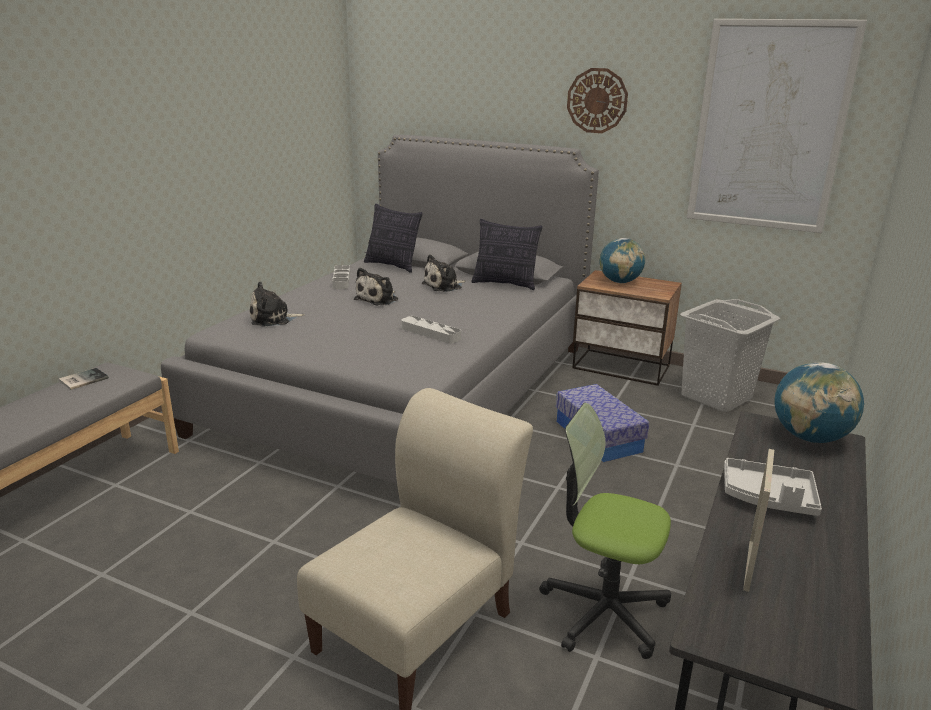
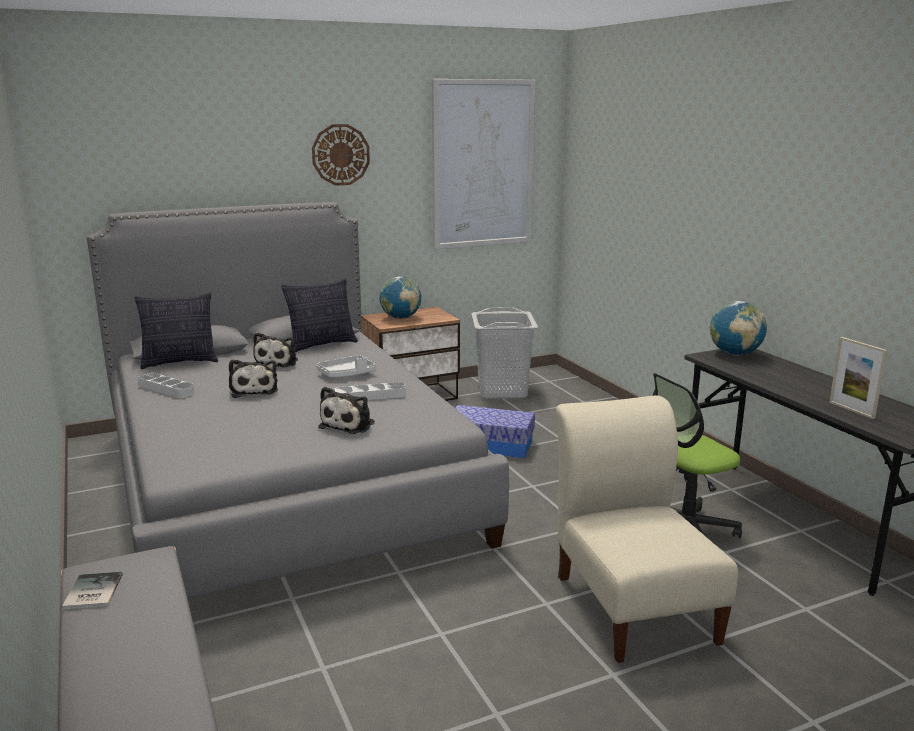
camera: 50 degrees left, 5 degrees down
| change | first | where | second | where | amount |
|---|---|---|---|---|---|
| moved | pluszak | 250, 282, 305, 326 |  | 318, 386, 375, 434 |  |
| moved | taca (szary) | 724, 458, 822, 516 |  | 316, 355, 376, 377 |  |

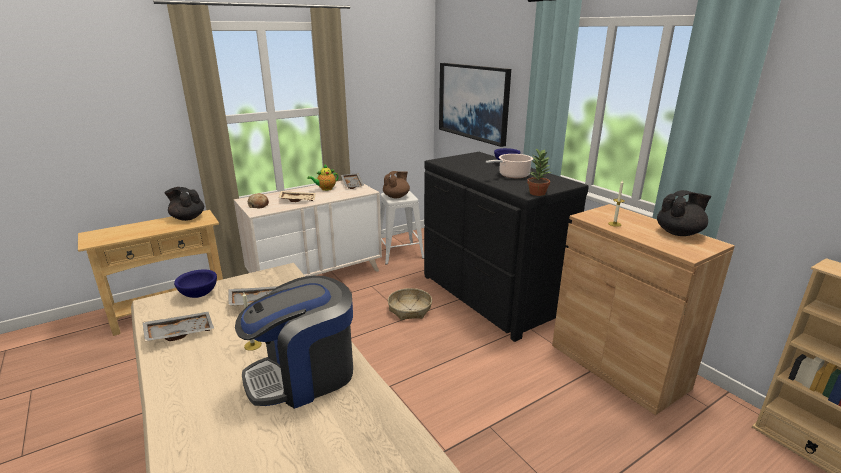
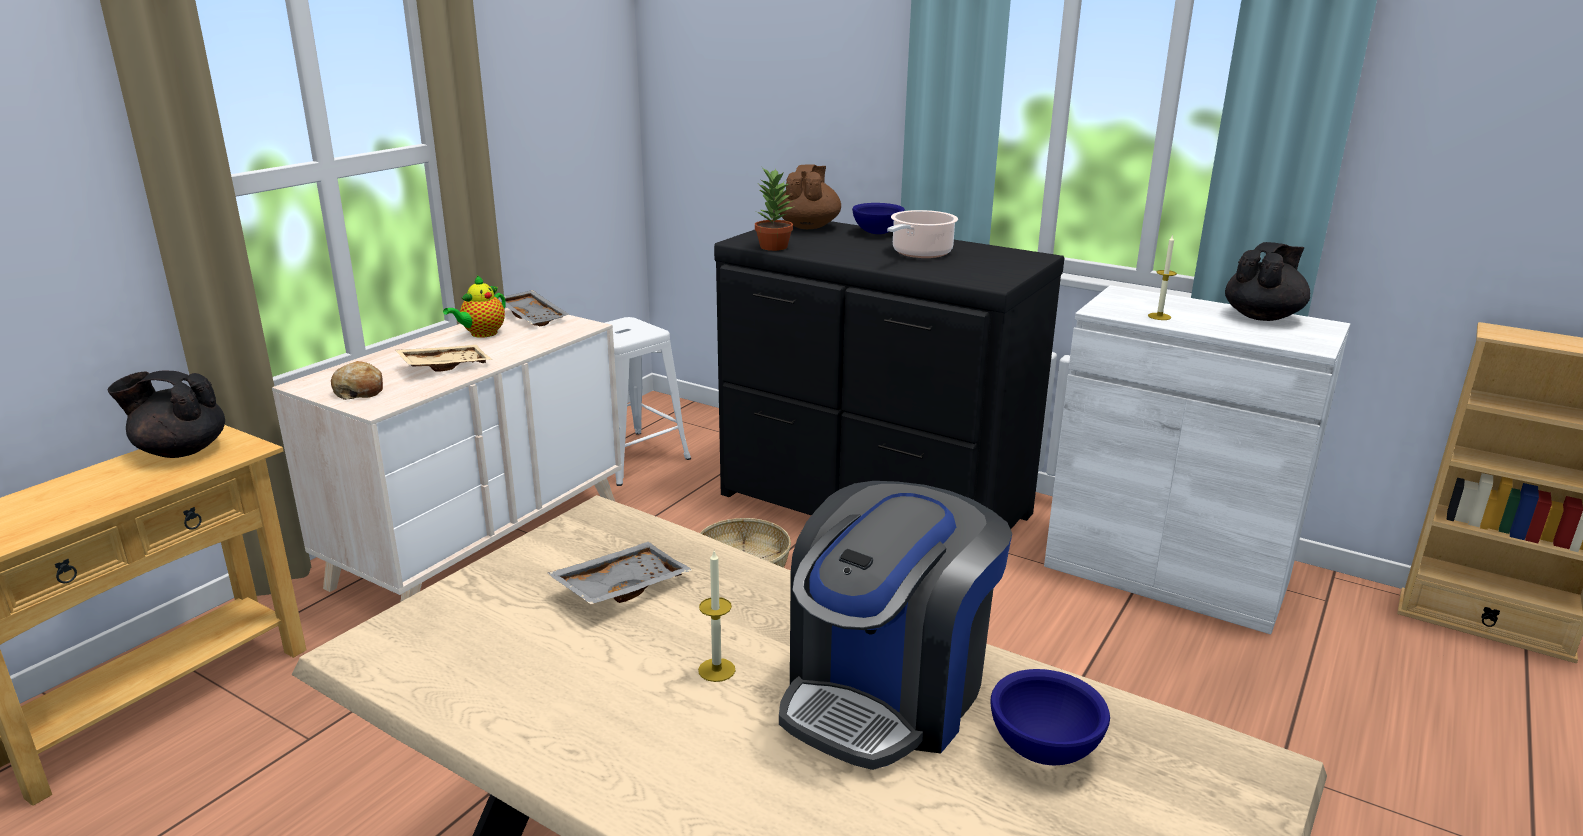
camera: 25 degrees left, 0 degrees up
| change | first | where | second | where | amount |
|---|---|---|---|---|---|
| removed | obraz | 439, 63, 511, 147 |  |  |  |
| moved | roślina doniczkowa | 527, 149, 551, 196 |  | 755, 166, 795, 251 |  |
| moved | imbryk (brązowy) | 383, 171, 410, 198 |  | 778, 164, 841, 229 |  |
| recoloured | szafka (brązowy) | 552, 204, 735, 415 | szafka (biały) | 1044, 285, 1350, 635 |  |
| moved | miska (niebieski) | 174, 269, 217, 298 |  | 991, 669, 1110, 765 |  |
| removed | taca (szary) | 143, 312, 214, 341 |  |  |  |

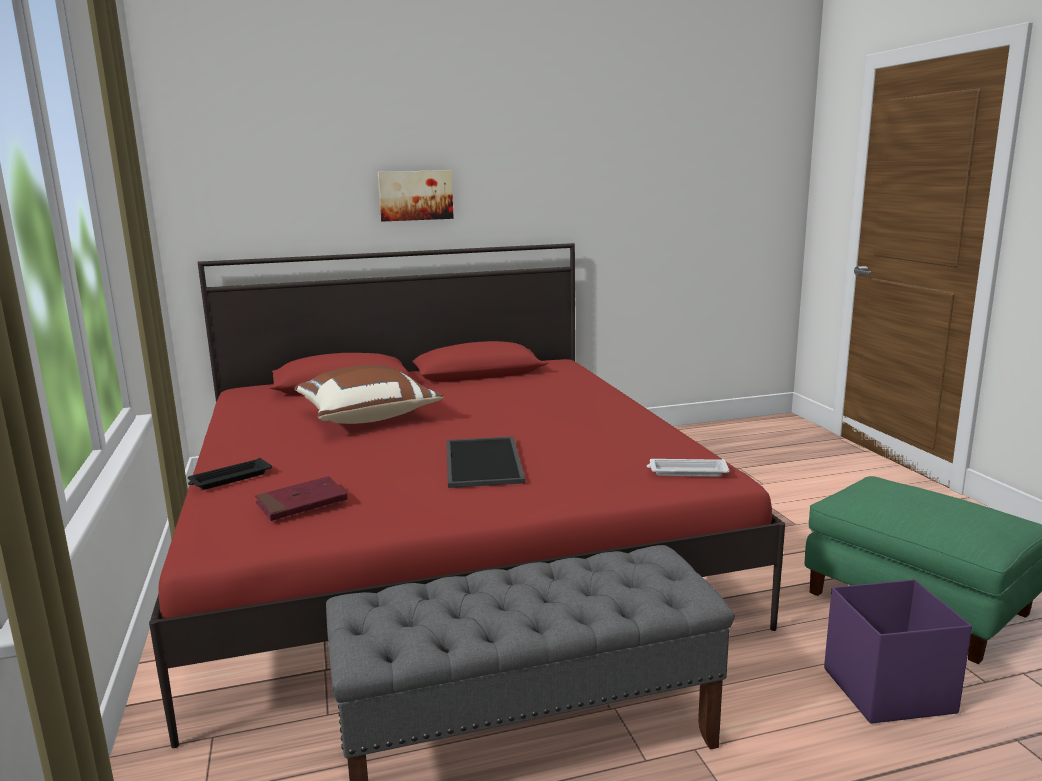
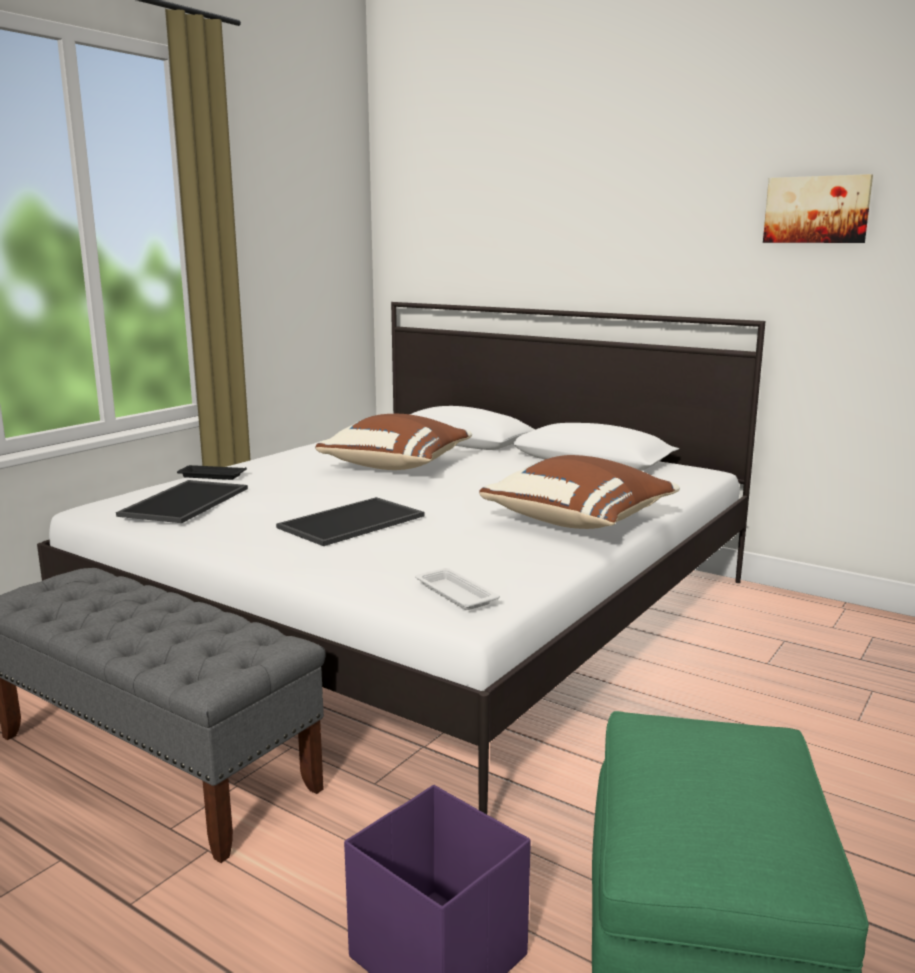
camera: 50 degrees right, 0 degrees up
| change | first | where | second | where | amount |
|---|---|---|---|---|---|
| moved | obraz | 378, 170, 454, 222 |  | 763, 174, 873, 243 |  |
| recoloured | łóżko (czerwony) | 149, 243, 785, 748 | łóżko (biały) | 37, 302, 765, 814 |  |
| replaced | książka (czerwony) | 255, 476, 348, 521 | taca | 116, 480, 248, 523 |  |
| added |  |  | poduszka (brązowy) | 479, 455, 680, 529 |  |

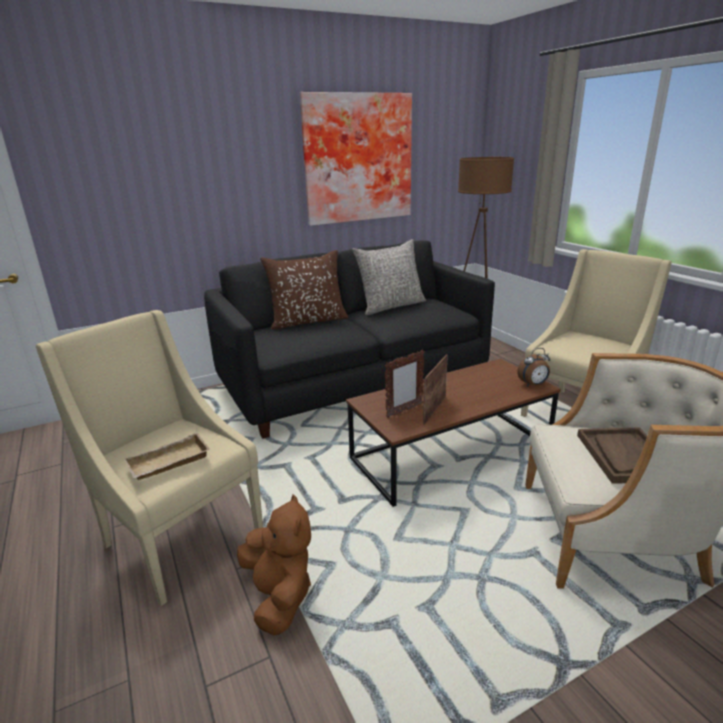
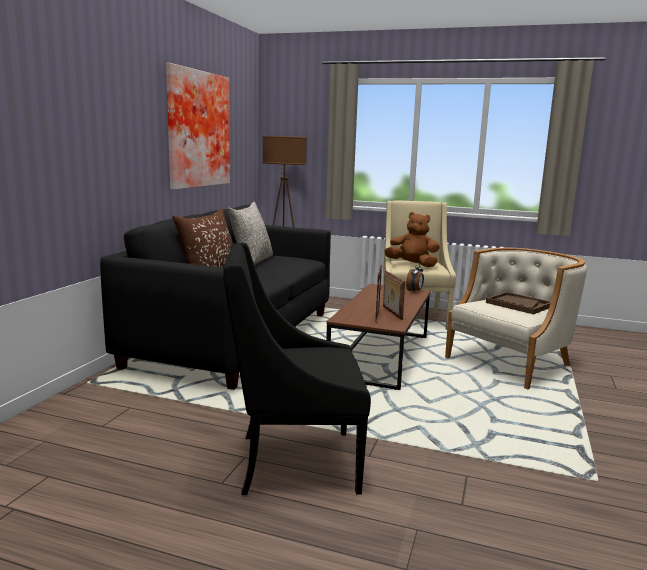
camera: 45 degrees left, 10 degrees down
| change | first | where | second | where | amount |
|---|---|---|---|---|---|
| recoloured | fotel (beżowy) | 35, 310, 263, 606 | fotel (czarny) | 223, 243, 371, 495 |  |
| removed | taca (beżowy) | 124, 432, 210, 480 |  |  |  |
| moved | pluszak (brązowy) | 237, 494, 311, 635 |  | 384, 212, 440, 267 |  |

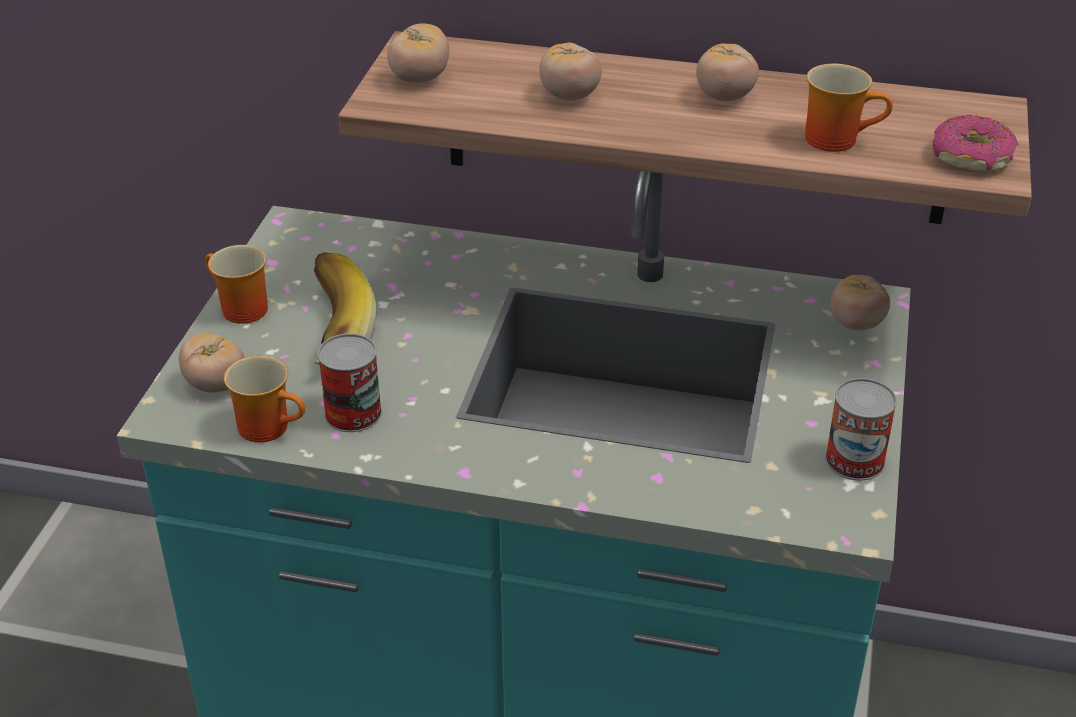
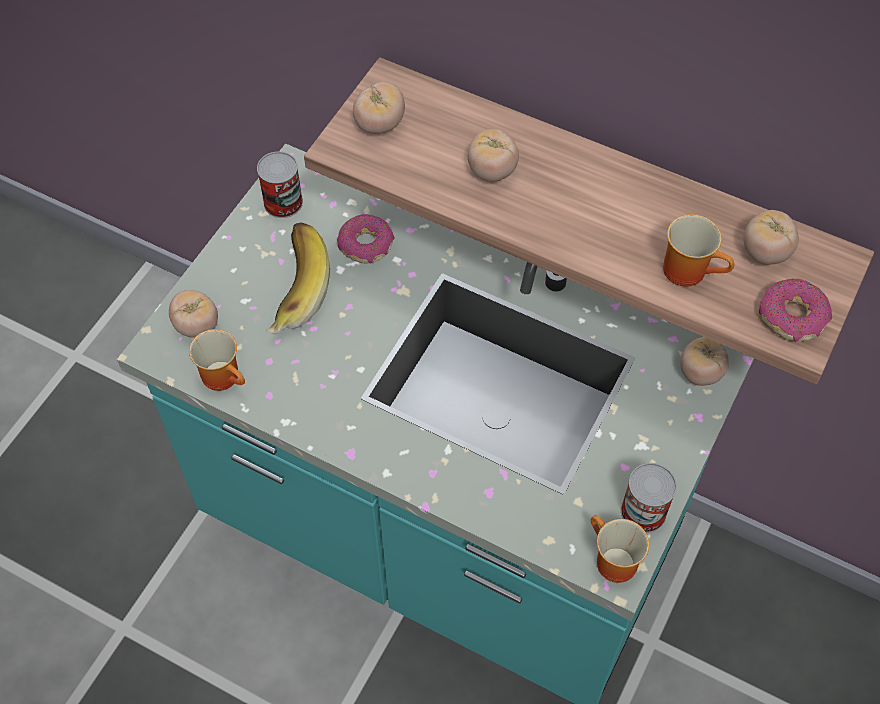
camera: 15 degrees right, 20 degrees up
| change | first | where | second | where | amount |
|---|---|---|---|---|---|
| moved | pomidor | 696, 43, 759, 101 |  | 743, 210, 799, 265 |  |
| moved | kubek | 205, 245, 268, 324 |  | 591, 515, 649, 583 |  |
| moved | puszka | 318, 333, 382, 432 |  | 257, 151, 303, 218 |  |
| added |  |  | donut | 337, 214, 395, 264 |  |

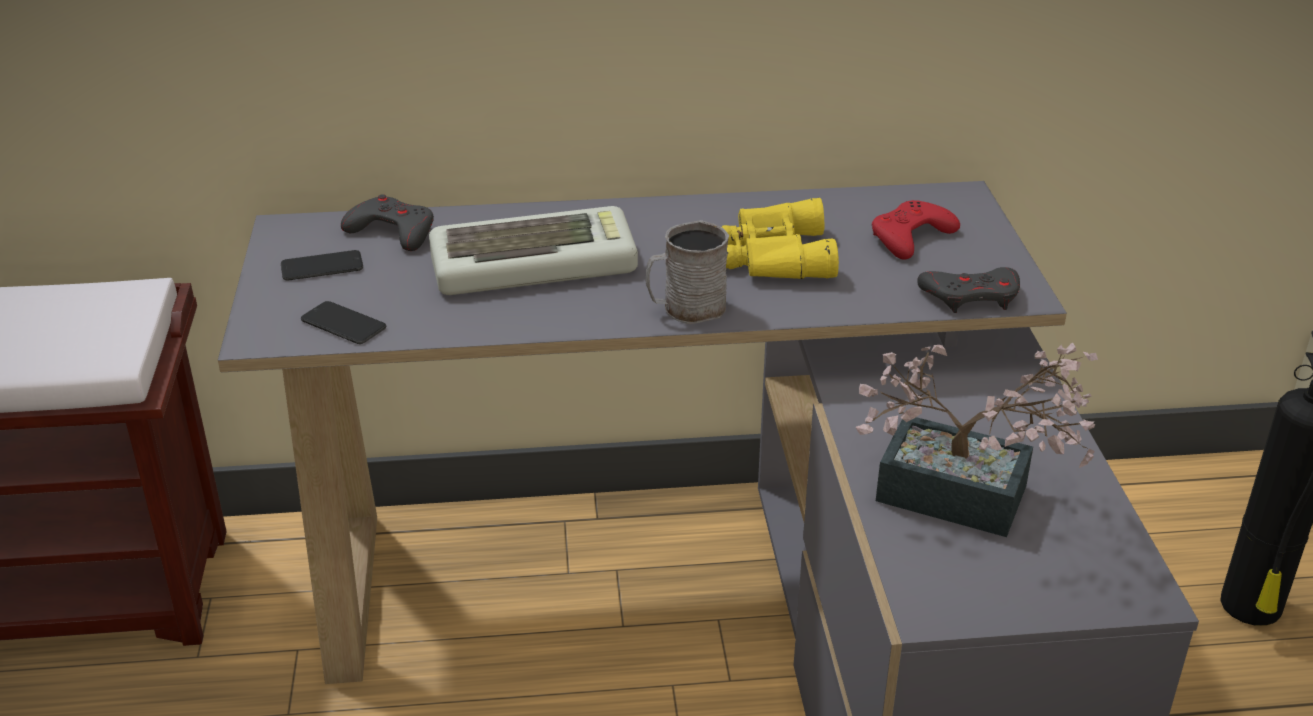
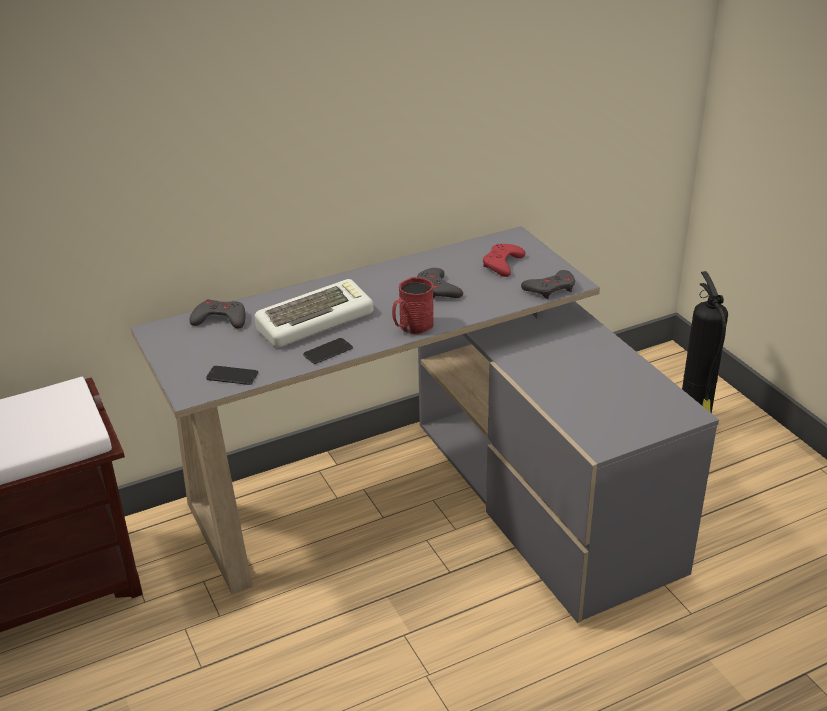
camera: 20 degrees left, 0 degrees up
| change | first | where | second | where | amount |
|---|---|---|---|---|---|
| replaced | lornetka (żółty) | 722, 198, 839, 279 | pad do gier (szary) | 417, 268, 463, 298 |  |
| recoloured | kubek (szary) | 646, 220, 729, 324 | kubek (czerwony) | 392, 277, 434, 334 |  |
| moved | telefon | 281, 250, 363, 281 |  | 303, 338, 353, 364 |  |
| removed | roślina doniczkowa | 856, 343, 1098, 537 |  |  |  |

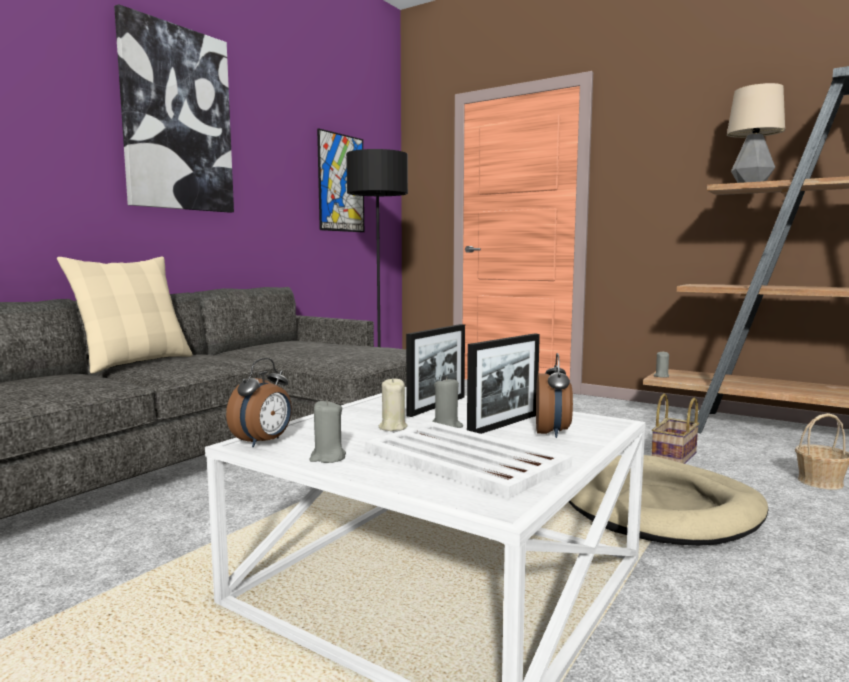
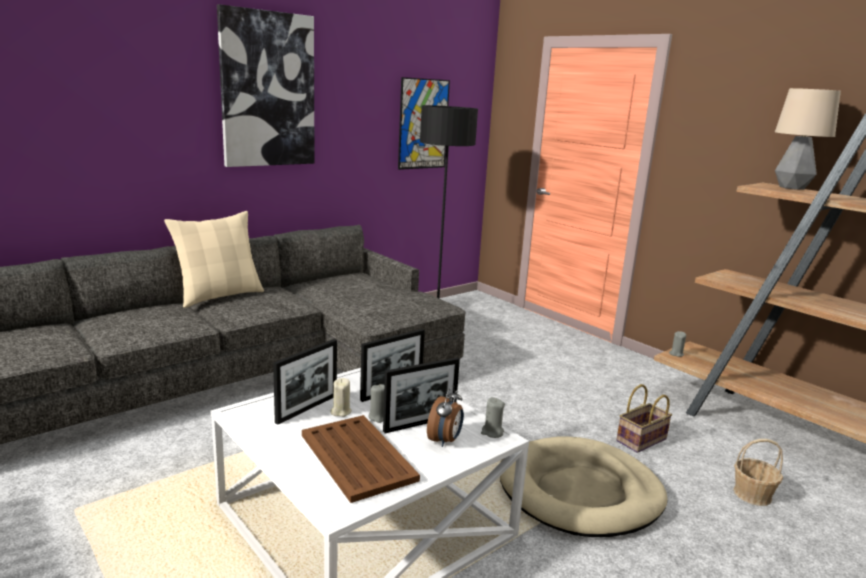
camera: 15 degrees right, 10 degrees up
| change | first | where | second | where | amount |
|---|---|---|---|---|---|
| removed | budzik | 226, 358, 292, 447 |  |  |  |
| moved | świeca (szary) | 309, 399, 346, 463 |  | 481, 397, 505, 438 |  |
| recoloured | taca (biały) | 365, 422, 572, 498 | taca (brązowy) | 302, 415, 420, 503 |  |
| added |  |  | ramka na zdjęcie | 273, 339, 337, 424 |  |

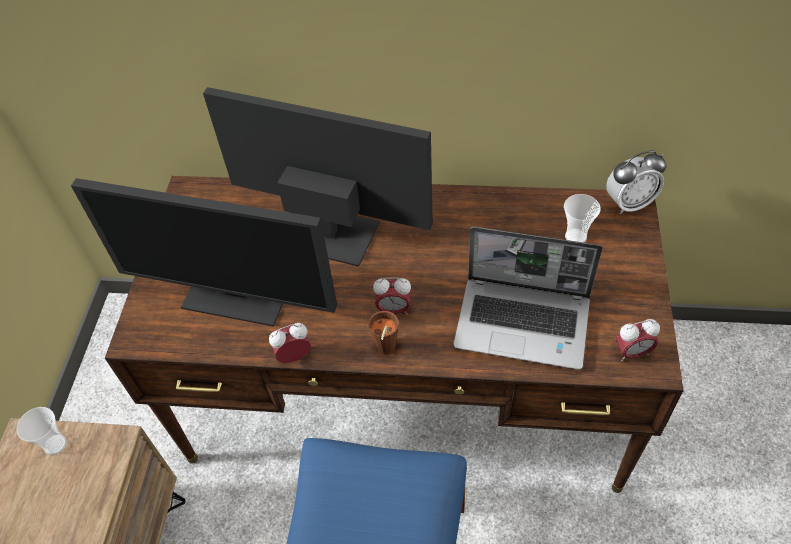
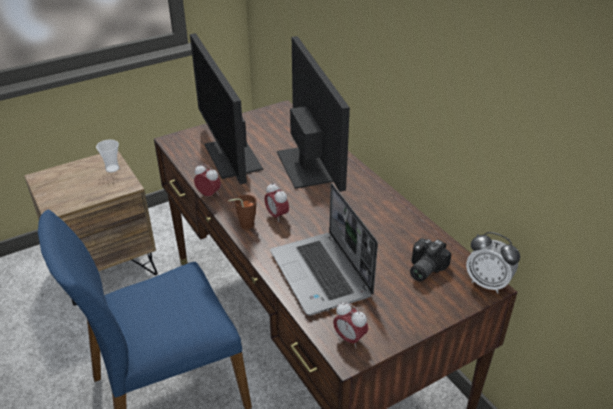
camera: 50 degrees right, 15 degrees down
| change | first | where | second | where | amount |
|---|---|---|---|---|---|
| replaced | filiżanka | 564, 194, 601, 243 | aparat fotograficzny | 410, 238, 452, 281 |  |

